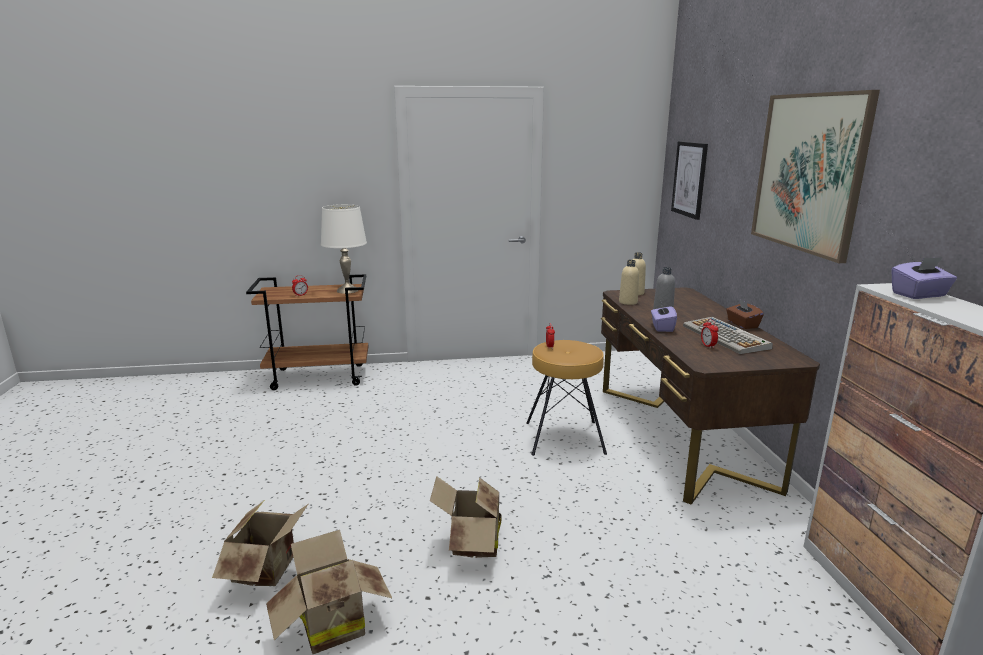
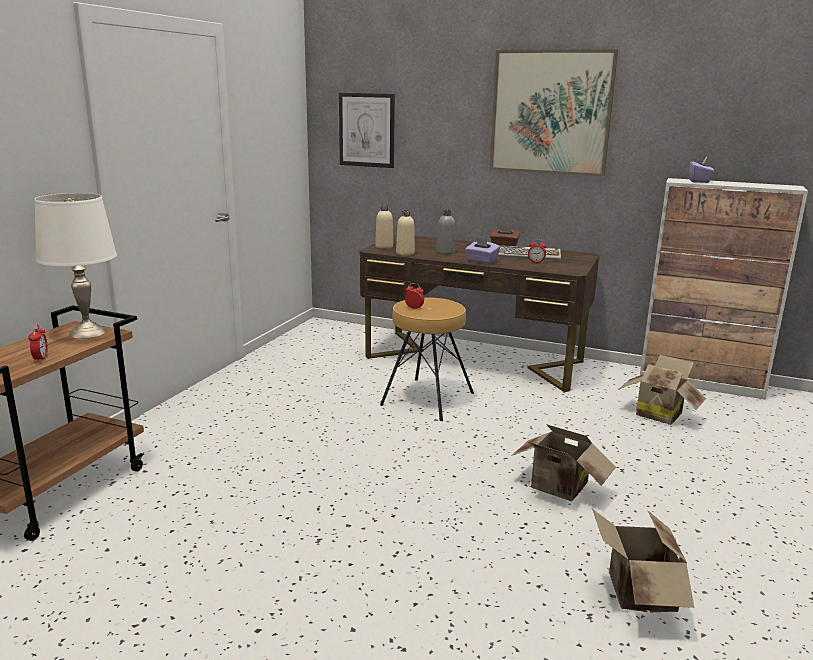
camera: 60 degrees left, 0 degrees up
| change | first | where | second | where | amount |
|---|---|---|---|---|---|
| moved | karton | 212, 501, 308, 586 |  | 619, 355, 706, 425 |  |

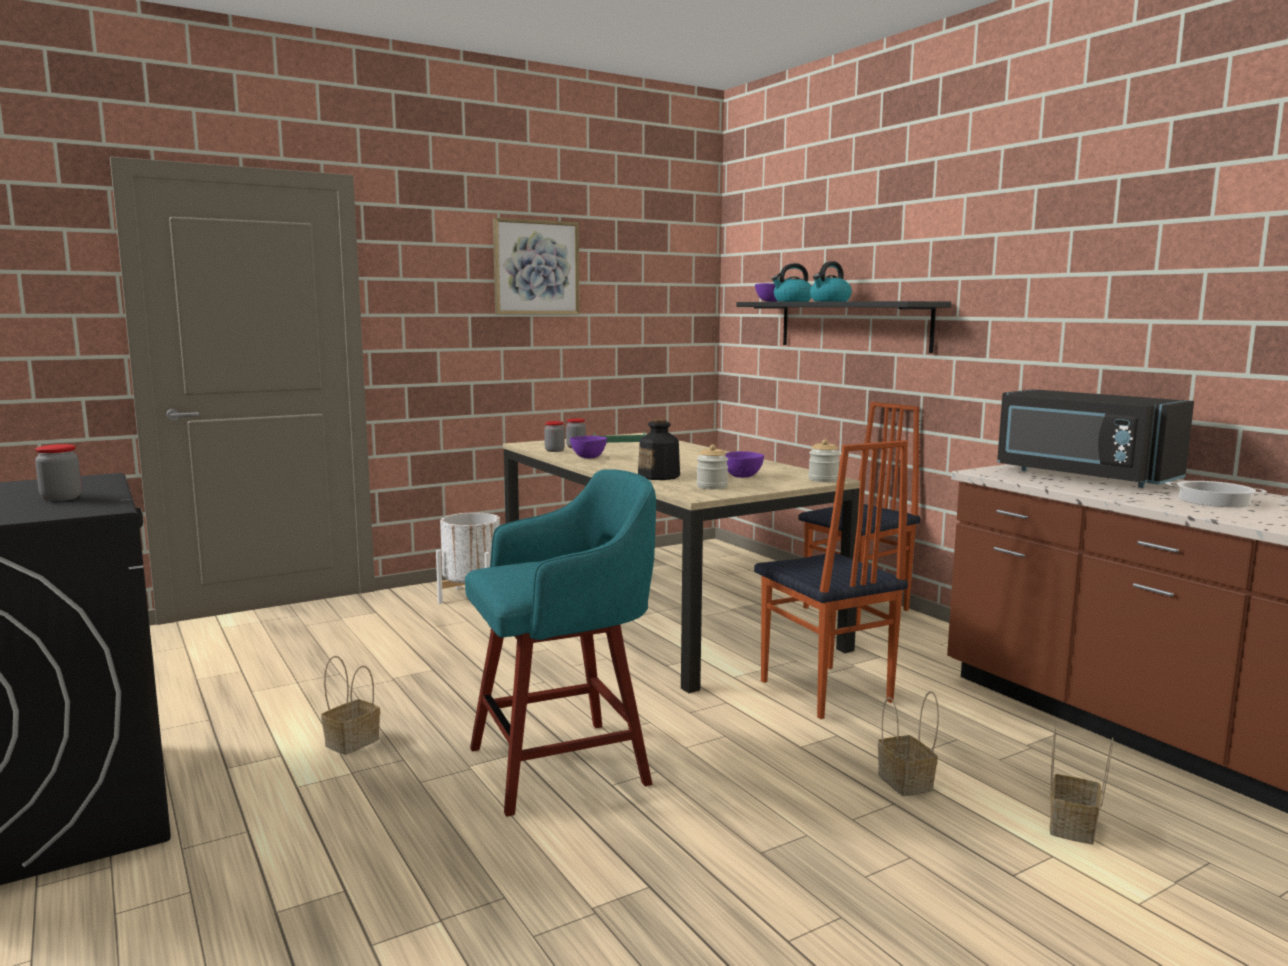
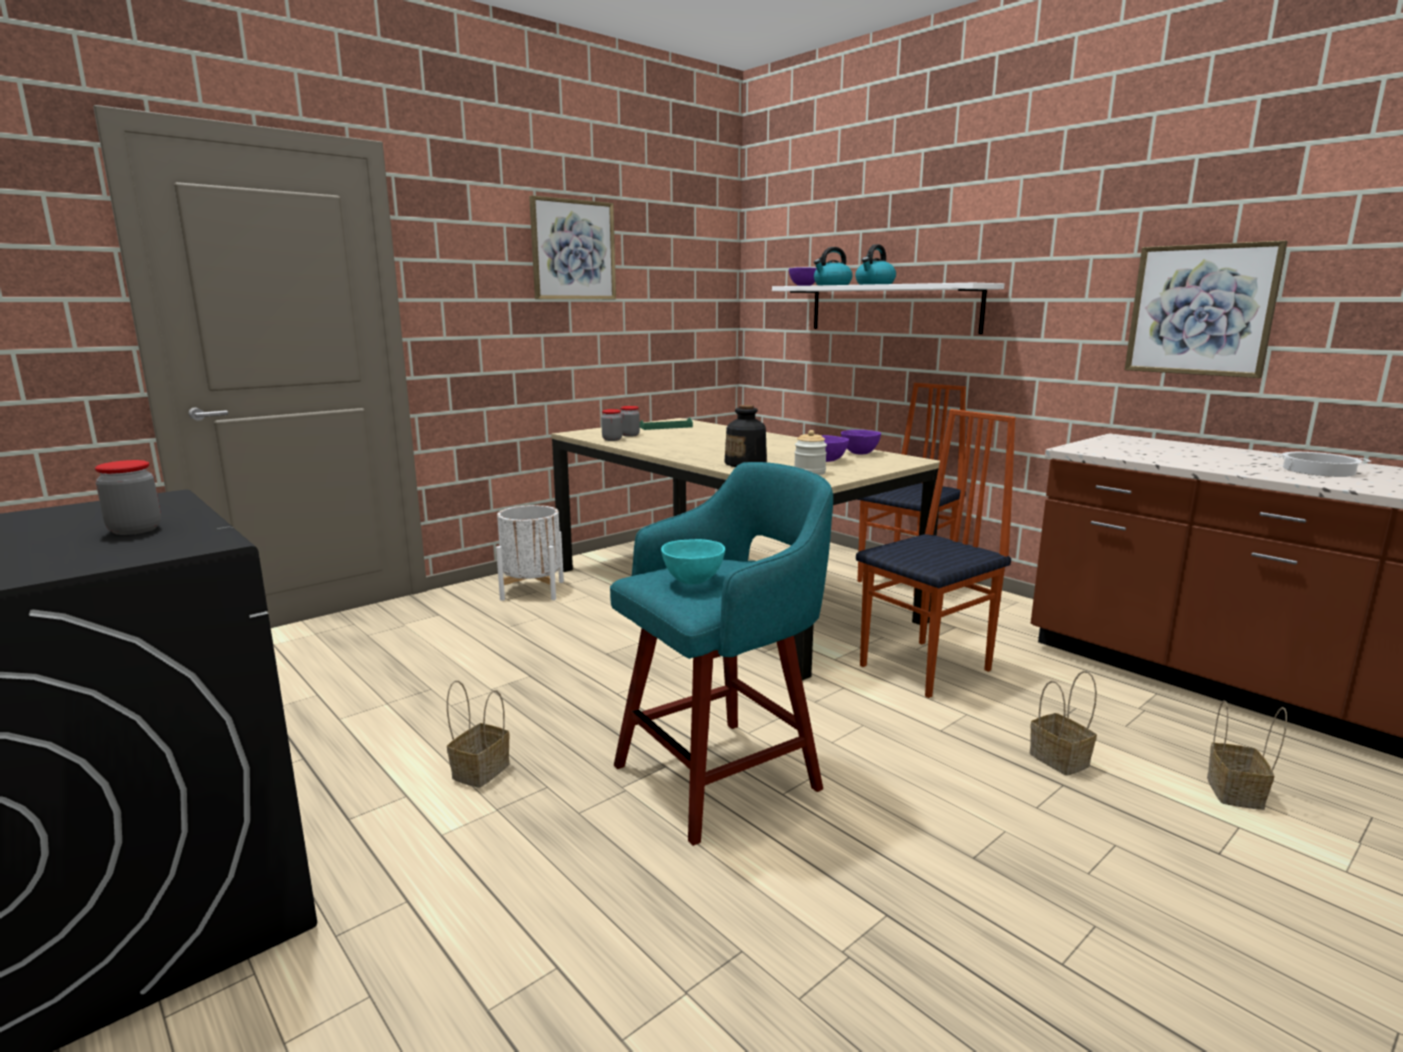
camera: 10 degrees left, 5 degrees up
| change | first | where | second | where | amount |
|---|---|---|---|---|---|
| recoloured | półka (czarny) | 736, 301, 951, 353 | półka (biały) | 772, 283, 1005, 334 |  |
| removed | mikrofalówka (czarny) | 997, 389, 1194, 488 |  |  |  |
| moved | miska (fioletowy) | 570, 436, 607, 458 |  | 841, 430, 881, 454 |  |
| removed | słoik | 808, 439, 840, 482 |  |  |  |
| turned | krzesło | 754, 440, 908, 719 |  | 856, 409, 1015, 698 | 90 degrees counterclockwise |
| added |  |  | obraz | 1125, 241, 1288, 378 |  |
| added |  |  | miska (turkusowy) | 661, 539, 725, 584 |  |

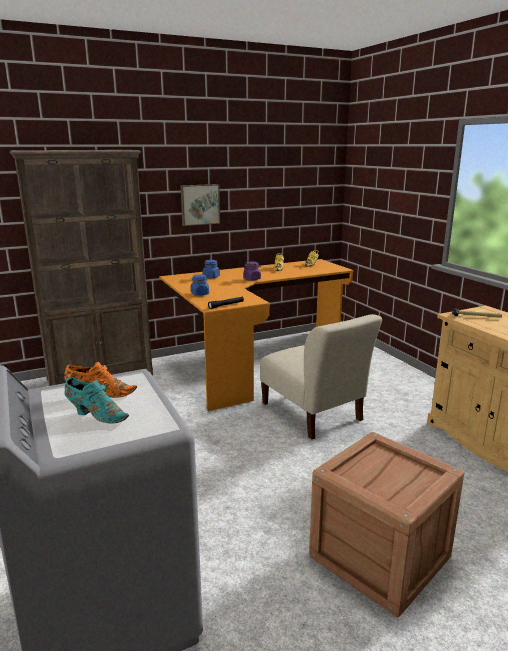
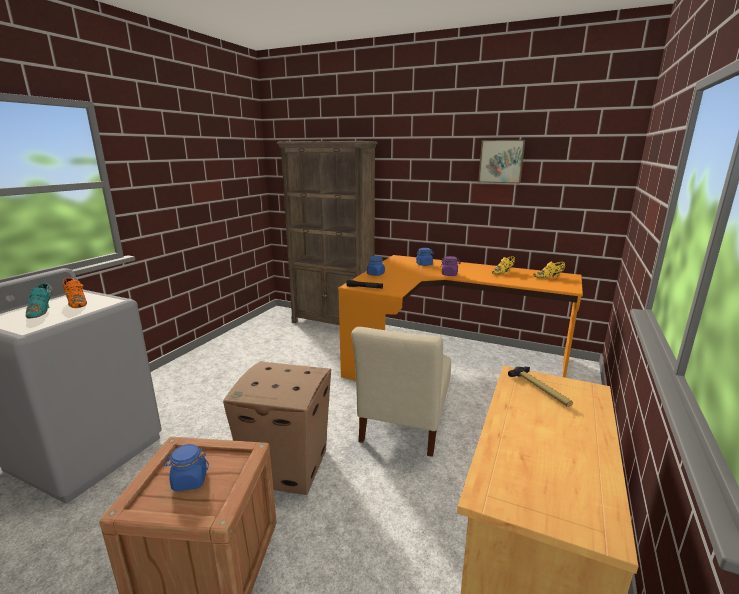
camera: 50 degrees right, 0 degrees up
| change | first | where | second | where | amount |
|---|---|---|---|---|---|
| moved | obraz | 180, 184, 220, 226 |  | 478, 140, 525, 183 |  |
| added |  |  | karton | 223, 361, 331, 495 |  |
| added |  |  | słoik (niebieski) | 164, 444, 209, 491 |  |

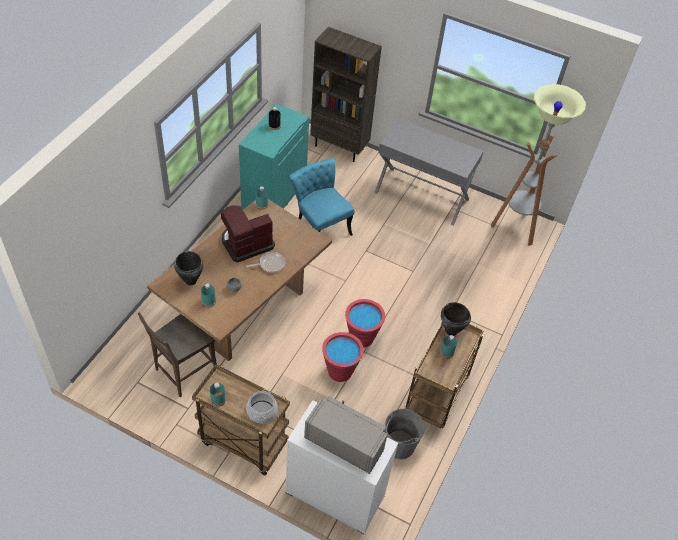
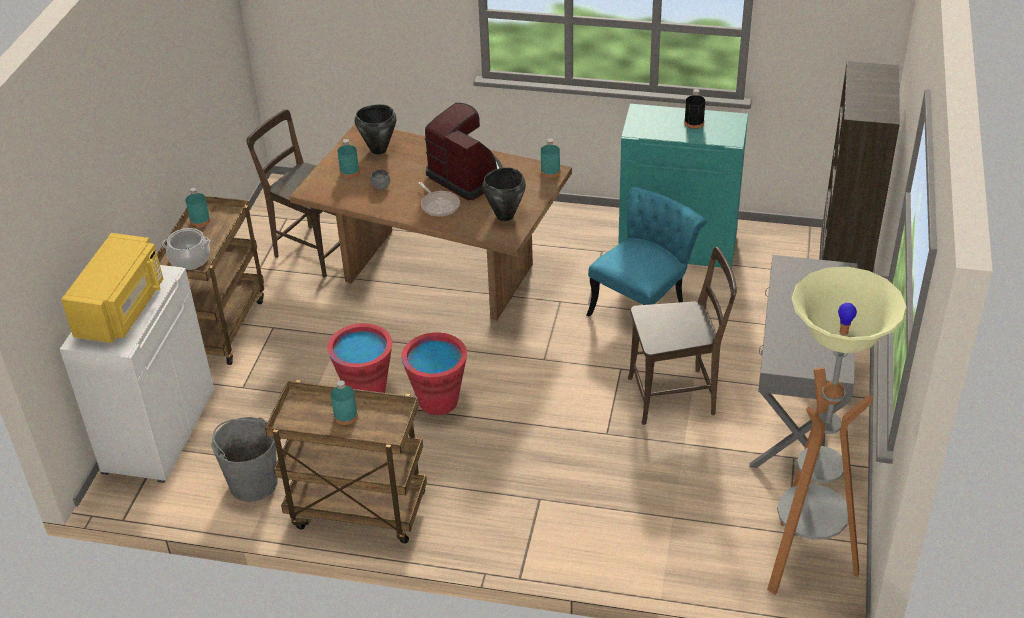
camera: 80 degrees right, 10 degrees down
| change | first | where | second | where | amount |
|---|---|---|---|---|---|
| moved | garnek (czarny) | 441, 302, 471, 336 |  | 482, 167, 526, 221 |  |
| recoloured | mikrofalówka (szary) | 304, 396, 388, 474 | mikrofalówka (żółty) | 61, 233, 163, 343 |  |
| added |  |  | krzesło (brązowy) | 628, 247, 737, 425 |  |

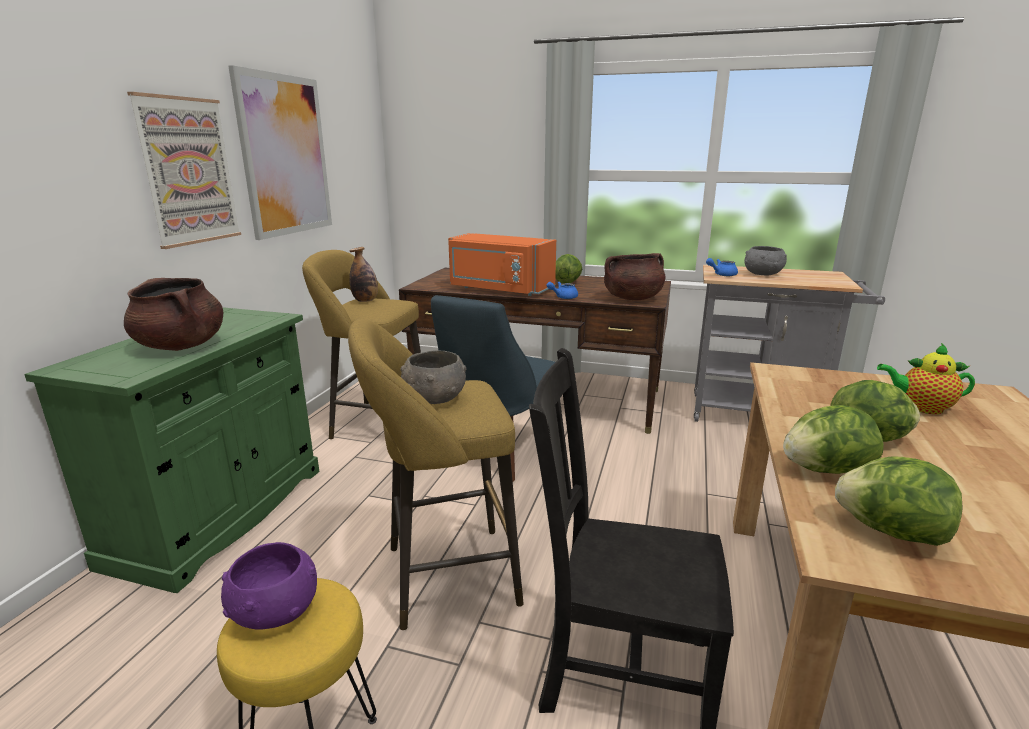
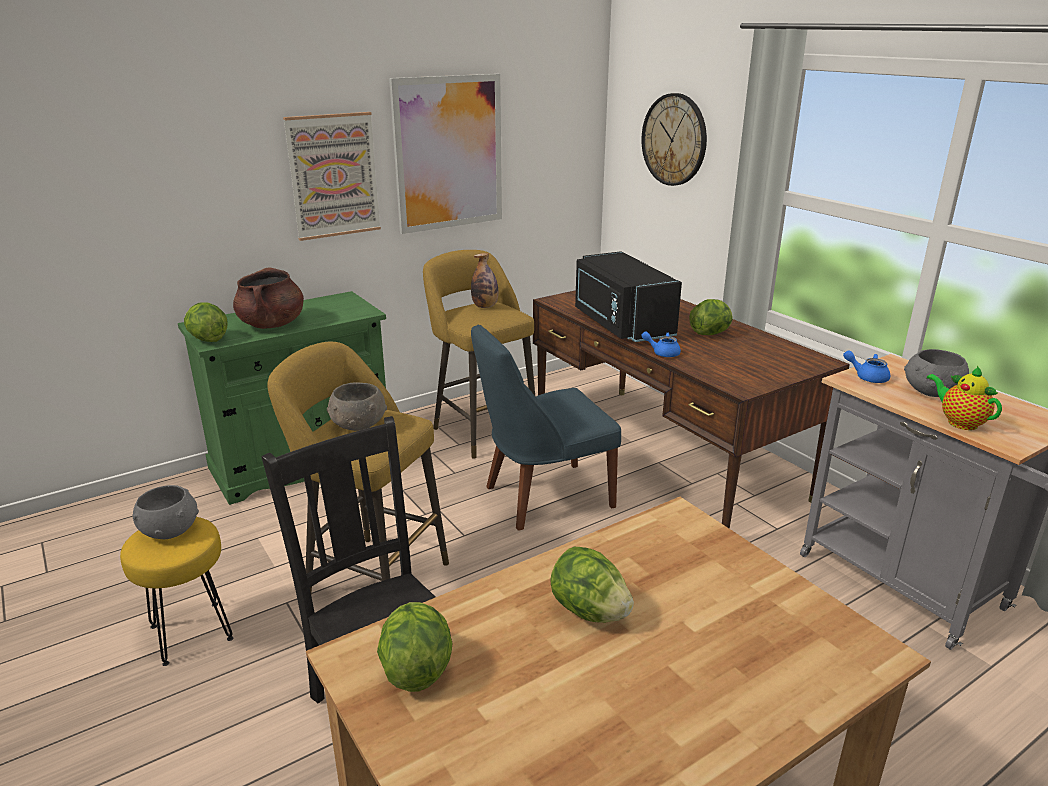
camera: 40 degrees right, 5 degrees up
| change | first | where | second | where | amount |
|---|---|---|---|---|---|
| recoloured | mikrofalówka (pomarańczowy) | 448, 233, 556, 296 | mikrofalówka (czarny) | 575, 251, 682, 342 |  |
| removed | garnek (brązowy) | 604, 253, 666, 300 |  |  |  |
| moved | imbryk | 877, 343, 975, 414 |  | 927, 366, 1002, 430 |  |
| moved | sałata | 783, 405, 884, 474 |  | 184, 302, 227, 342 |  |
| recoloured | miska (fioletowy) | 221, 542, 317, 630 | miska (szary) | 133, 485, 199, 539 |  |
| added |  |  | zegar ścienny | 641, 93, 707, 186 |  |

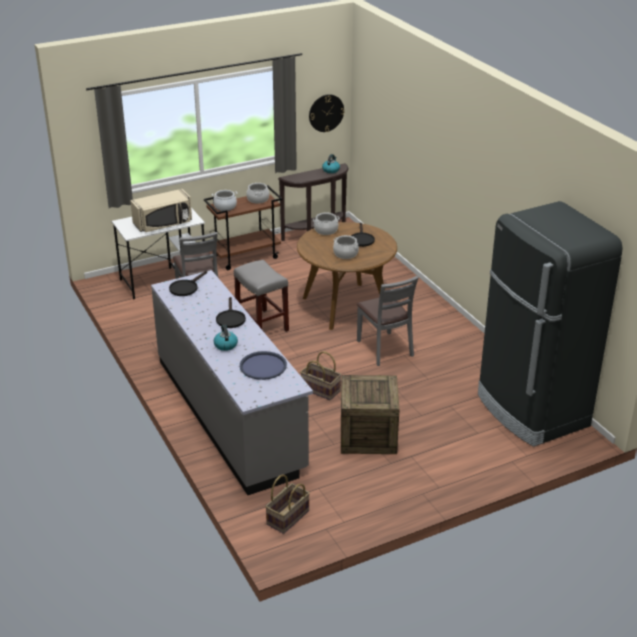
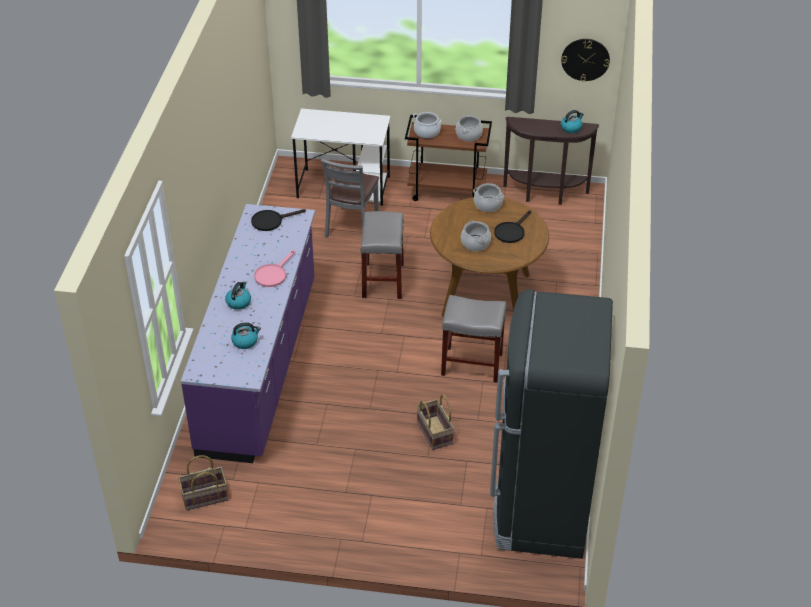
camera: 35 degrees right, 10 degrees up
| change | first | where | second | where | amount |
|---|---|---|---|---|---|
| removed | mikrofalówka (beżowy) | 130, 189, 192, 232 |  |  |  |
| recoloured | zabudowa kuchenna (szary) | 151, 270, 313, 495 | zabudowa kuchenna (fioletowy) | 181, 204, 315, 463 |  |
| replaced | krzesło (szary) | 357, 276, 419, 366 | stołek (szary) | 441, 295, 507, 383 |  |
| recoloured | patelnia (czarny) | 216, 297, 246, 328 | patelnia (różowy) | 254, 250, 295, 287 |  |
| replaced | taca (niebieski) | 240, 351, 287, 380 | czajnik | 231, 322, 261, 349 |  |
| moved | koszyk | 300, 351, 341, 400 |  | 416, 394, 454, 450 |  |
| removed | skrzynka | 341, 375, 400, 454 |  |  |  |

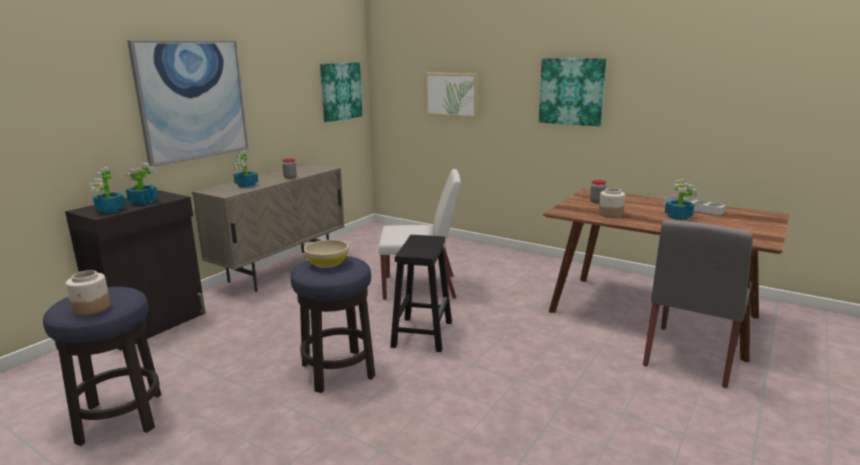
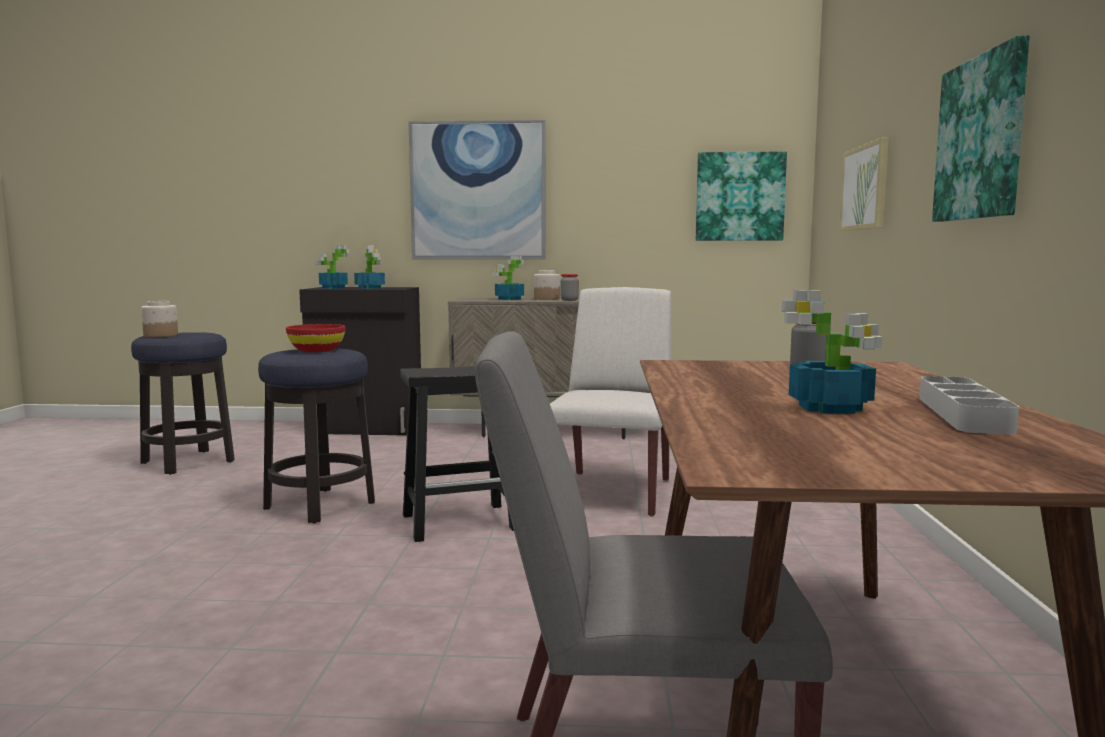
camera: 60 degrees right, 10 degrees down
| change | first | where | second | where | amount |
|---|---|---|---|---|---|
| turned | krzesło (biały) | 378, 169, 461, 300 |  | 550, 287, 672, 517 | 135 degrees counterclockwise |
| moved | słoik | 599, 188, 625, 218 |  | 534, 270, 560, 300 |  |
| recoloured | miska (beżowy) | 304, 240, 349, 268 | miska (czerwony) | 286, 324, 346, 352 |  |

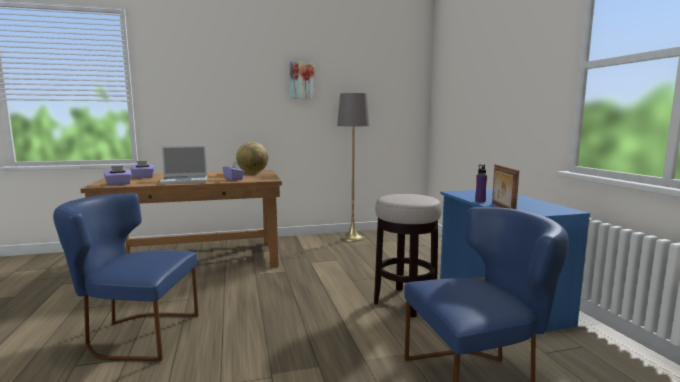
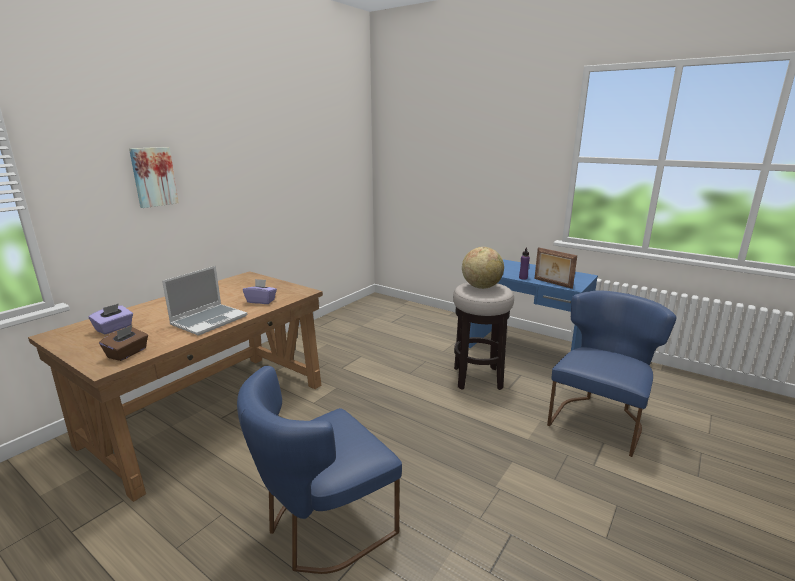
camera: 40 degrees left, 10 degrees up
| change | first | where | second | where | amount |
|---|---|---|---|---|---|
| moved | obraz | 290, 61, 314, 99 |  | 129, 147, 179, 208 |  |
| removed | lampa stojąca (szary) | 337, 93, 370, 242 |  |  |  |
| moved | globus | 236, 142, 268, 173 |  | 462, 247, 504, 289 |  |
| recoloured | pudełko chusteczek (fioletowy) | 104, 166, 132, 185 | pudełko chusteczek (brązowy) | 99, 325, 148, 361 |  |

